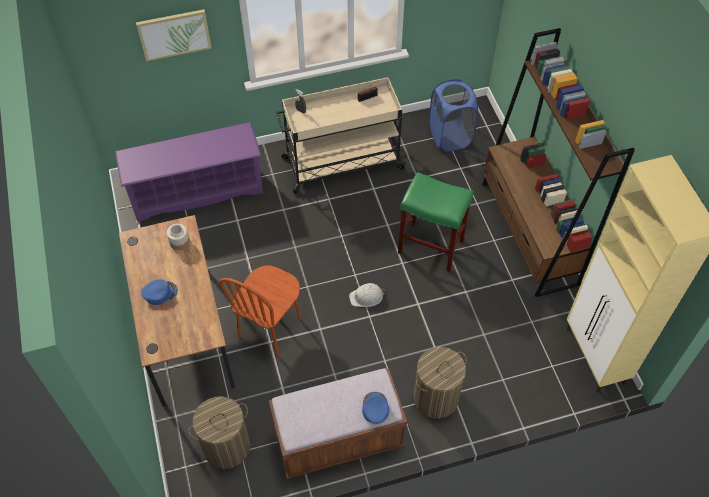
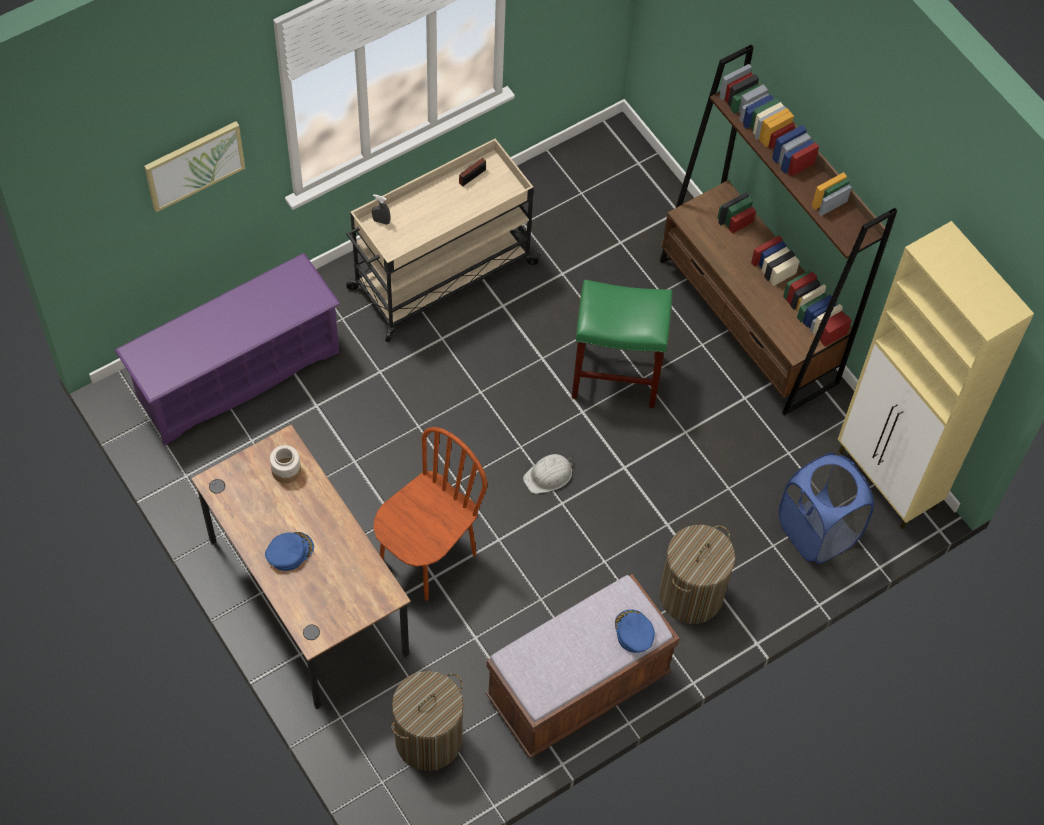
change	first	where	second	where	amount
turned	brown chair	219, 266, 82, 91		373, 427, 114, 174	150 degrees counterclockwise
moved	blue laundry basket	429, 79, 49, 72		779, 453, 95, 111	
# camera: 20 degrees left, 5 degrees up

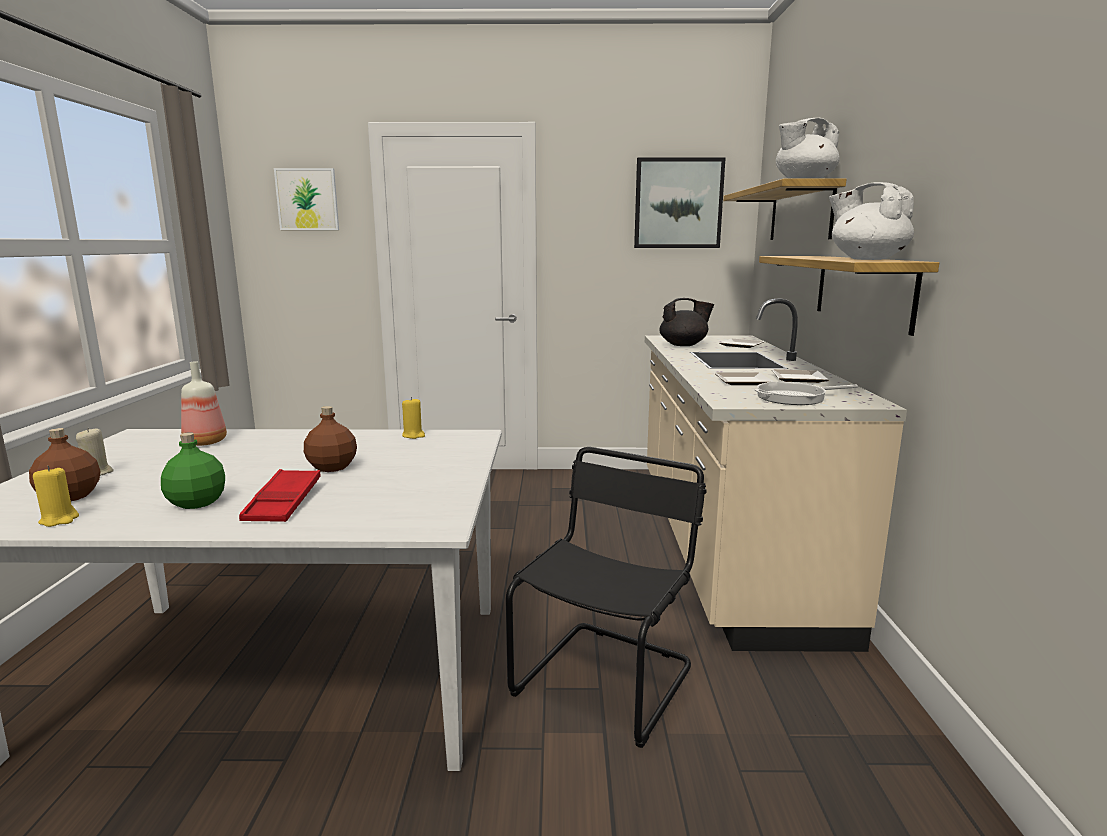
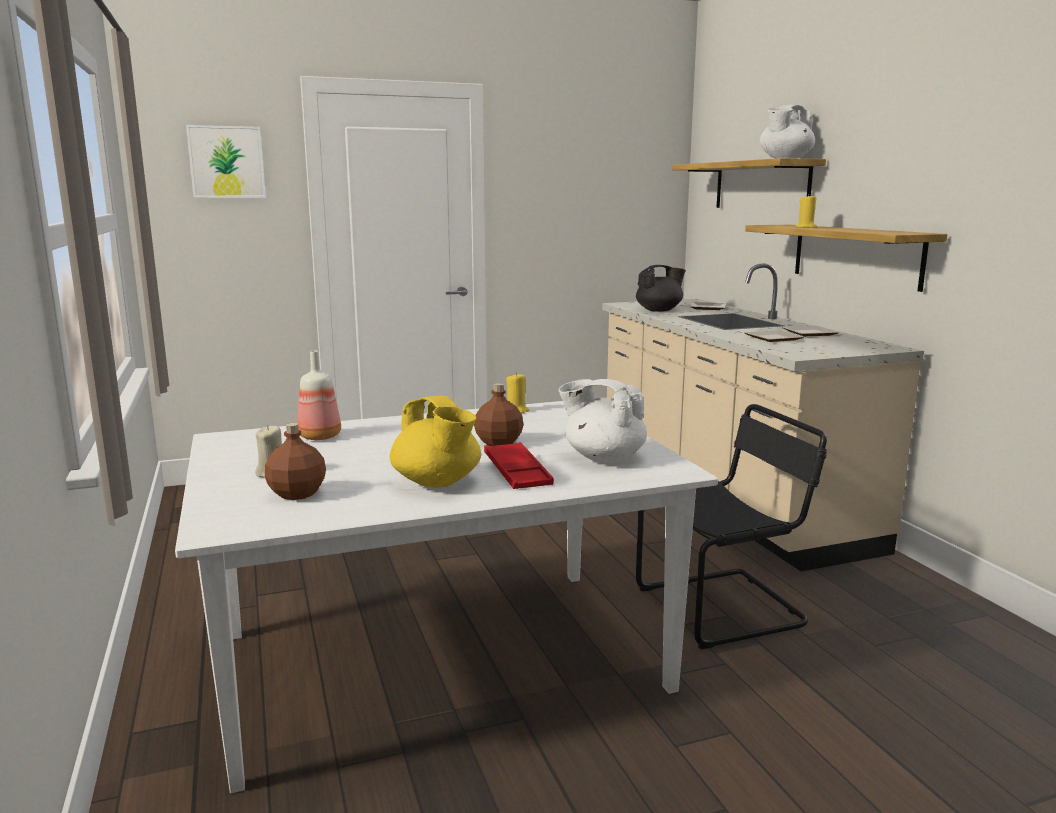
change	first	where	second	where	amount
replaced	green bottle	161, 432, 64, 77	yellow teapot	390, 395, 91, 92	
moved	white teapot	829, 182, 85, 78		558, 379, 89, 84	
turned	black chair	506, 447, 201, 301		636, 404, 191, 245	60 degrees clockwise
moved	yellow candle	33, 466, 46, 61		796, 195, 21, 33	
removed	picture	634, 157, 92, 91			
removed	frying pan	754, 382, 104, 23			
# camera: 20 degrees left, 0 degrees up

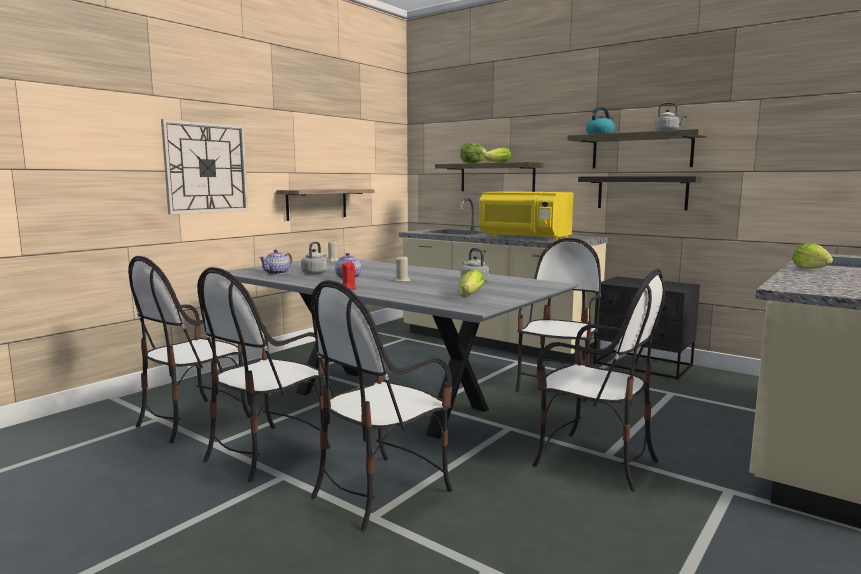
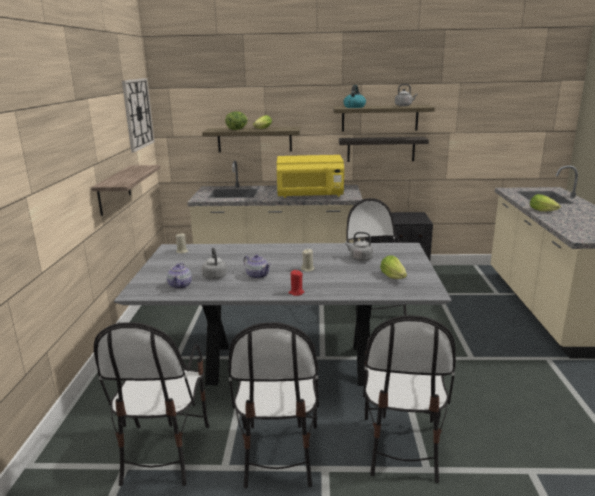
change	first	where	second	where	amount
moved	wall clock	161, 119, 87, 95		122, 78, 33, 74	
removed	chair	533, 269, 132, 222			
# camera: 35 degrees left, 10 degrees up

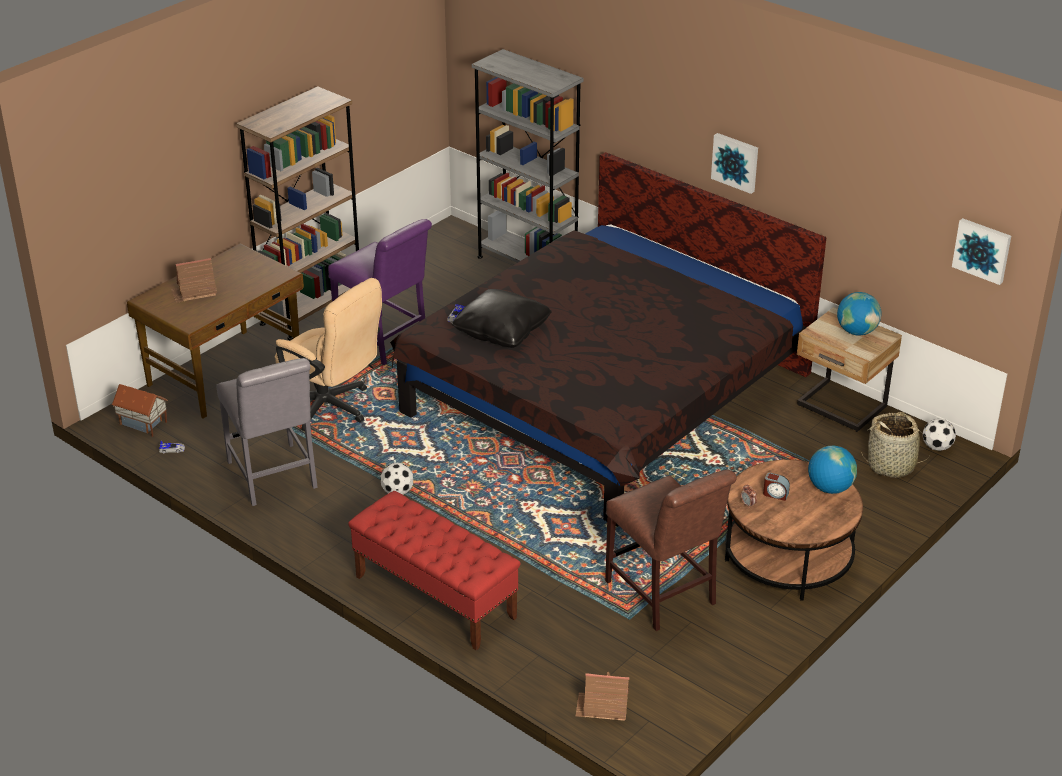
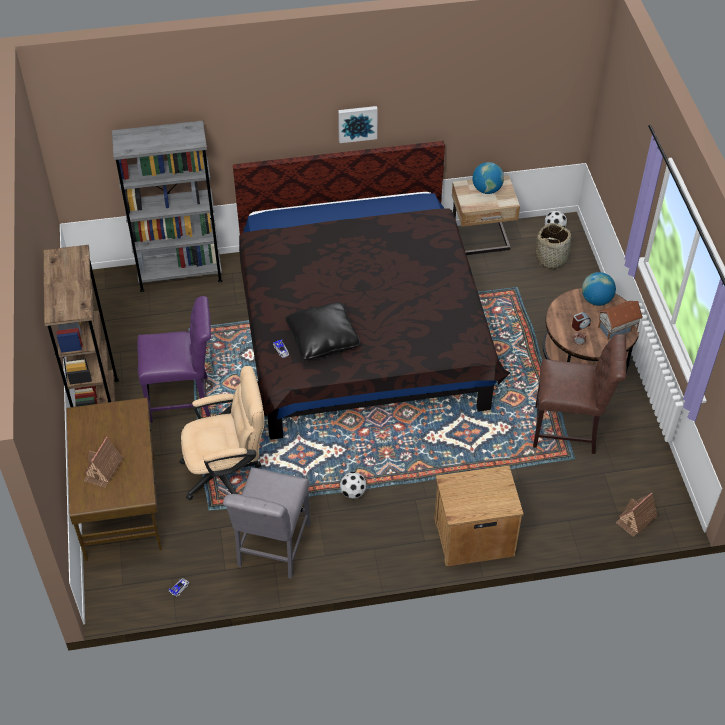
change	first	where	second	where	amount
turned	grey chair	216, 358, 102, 148		223, 467, 87, 112	90 degrees clockwise
replaced	red bench	348, 491, 172, 159	brown nightstand	434, 465, 90, 101	
moved	toy house	112, 384, 56, 53		598, 301, 45, 39	
removed	picture	952, 218, 59, 67			
# camera: 50 degrees left, 15 degrees up

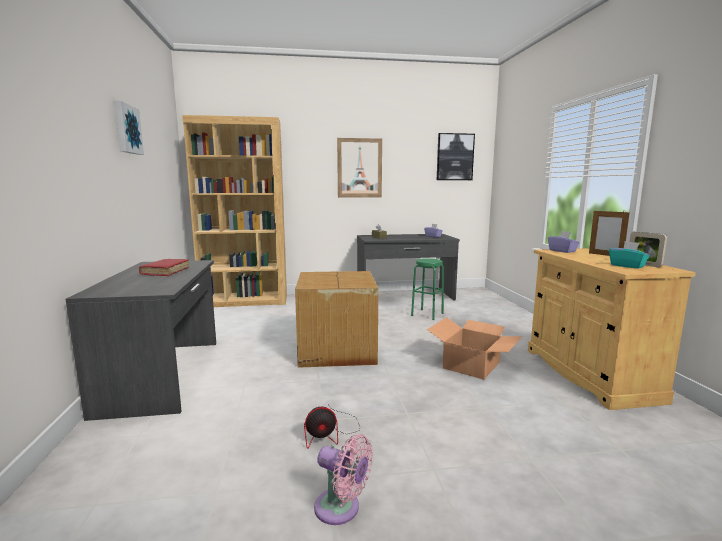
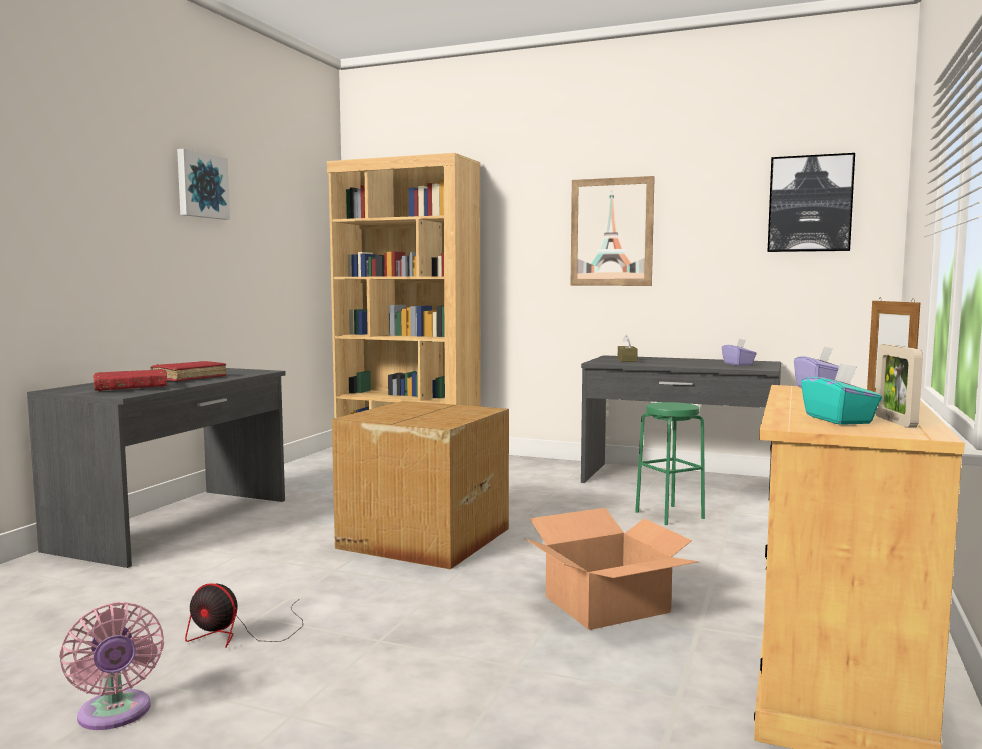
change	first	where	second	where	amount
added			red book	93, 369, 75, 22	
# camera: 30 degrees right, 5 degrees down

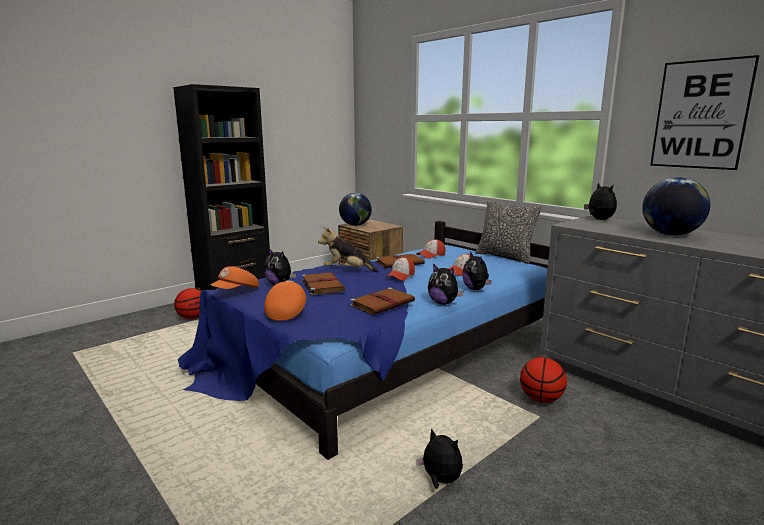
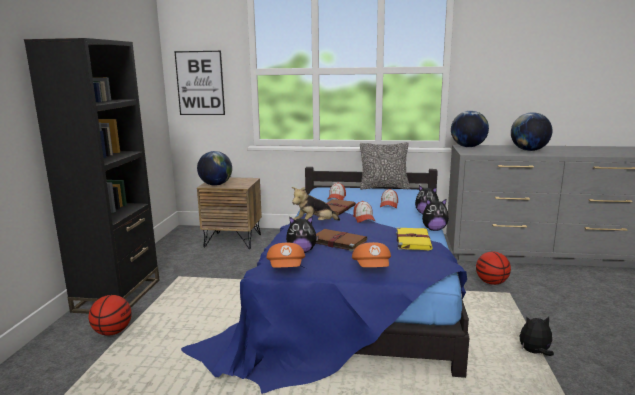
change	first	where	second	where	amount
moved	picture	650, 55, 110, 115		174, 51, 51, 64	
turned	orange cap	264, 280, 42, 41		352, 242, 39, 25	150 degrees counterclockwise
recoloured	brown book	350, 287, 65, 28	yellow book	396, 227, 37, 23	
replaced	plush toy	584, 183, 33, 37	globe	451, 111, 38, 36	
# camera: 40 degrees left, 0 degrees up

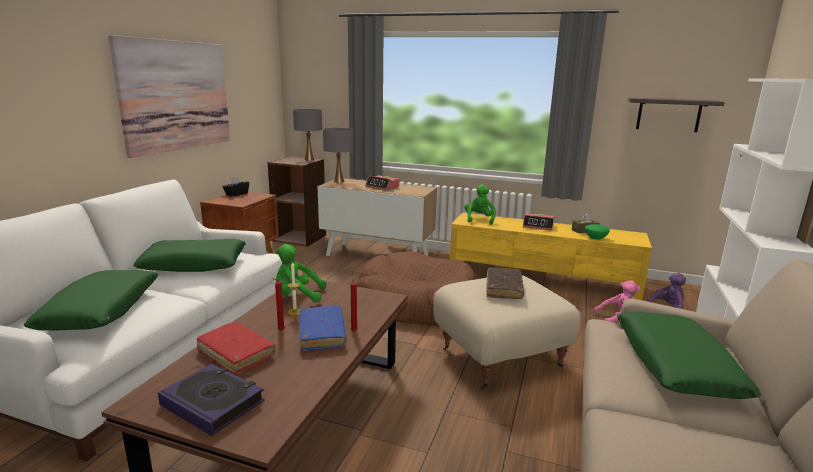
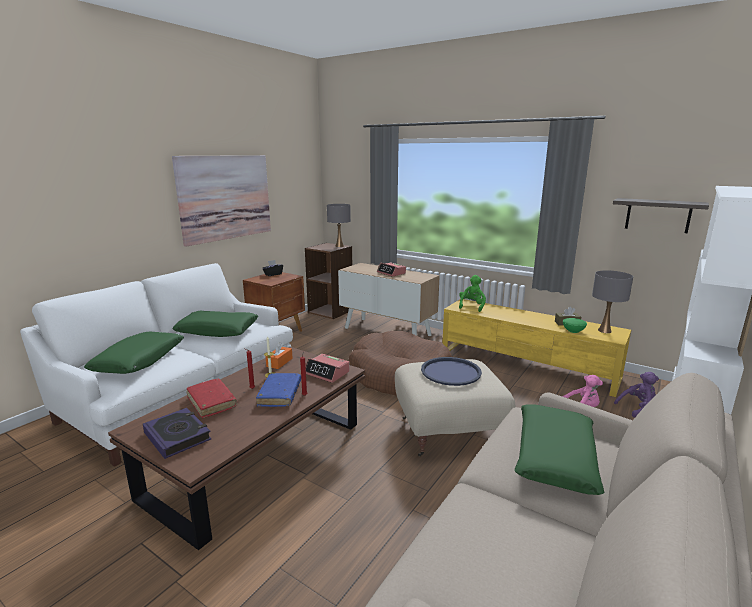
change	first	where	second	where	amount
replaced	green plush toy	275, 244, 51, 58	orange tissue box	266, 342, 27, 27	
moved	alarm clock	523, 213, 31, 18		306, 354, 44, 29	
replaced	brown book	486, 268, 38, 31	blue tray	421, 357, 61, 29	
moved	grey table lamp	323, 128, 30, 55		592, 270, 41, 63	
# camera: 15 degrees right, 0 degrees up

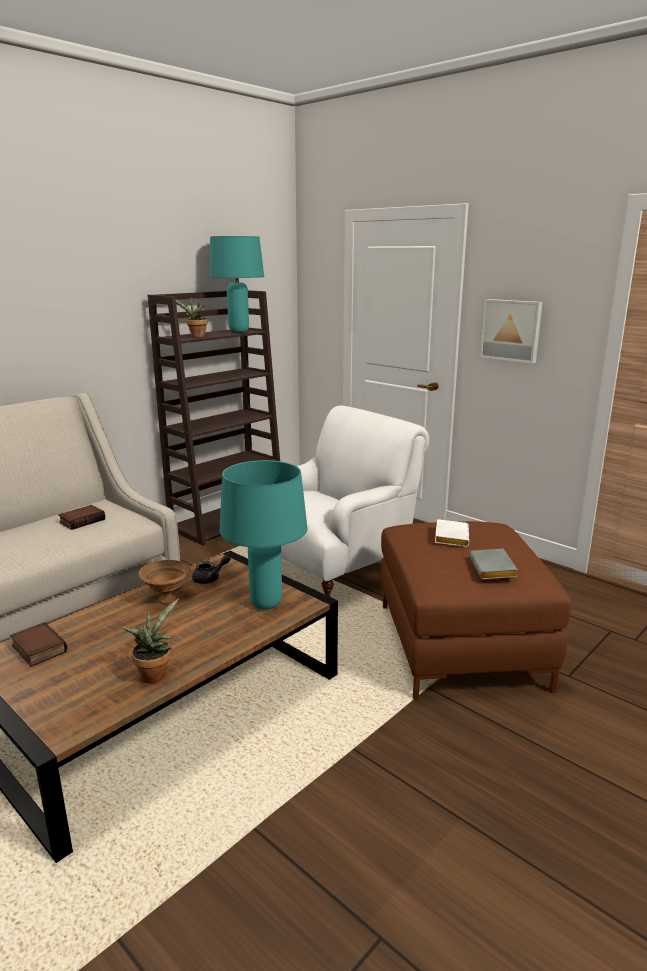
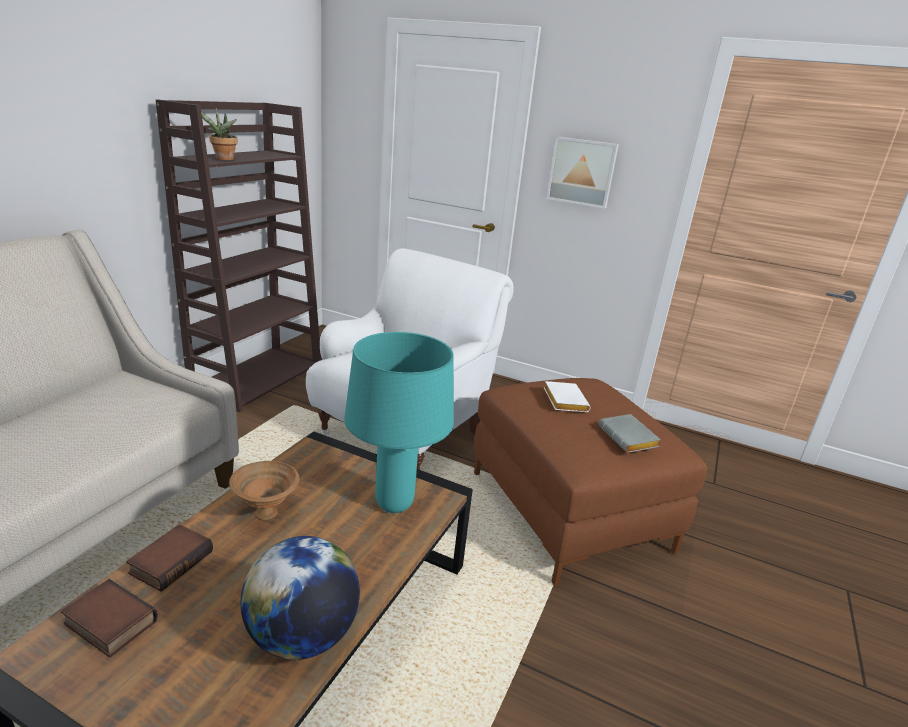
change	first	where	second	where	amount
moved	book	58, 505, 47, 25		126, 524, 87, 68	
replaced	potted plant	120, 598, 59, 86	globe	241, 536, 119, 124	
removed	grey teapot	192, 555, 39, 29			
removed	turquoise table lamp	209, 236, 55, 96			
# camera: 20 degrees left, 5 degrees up

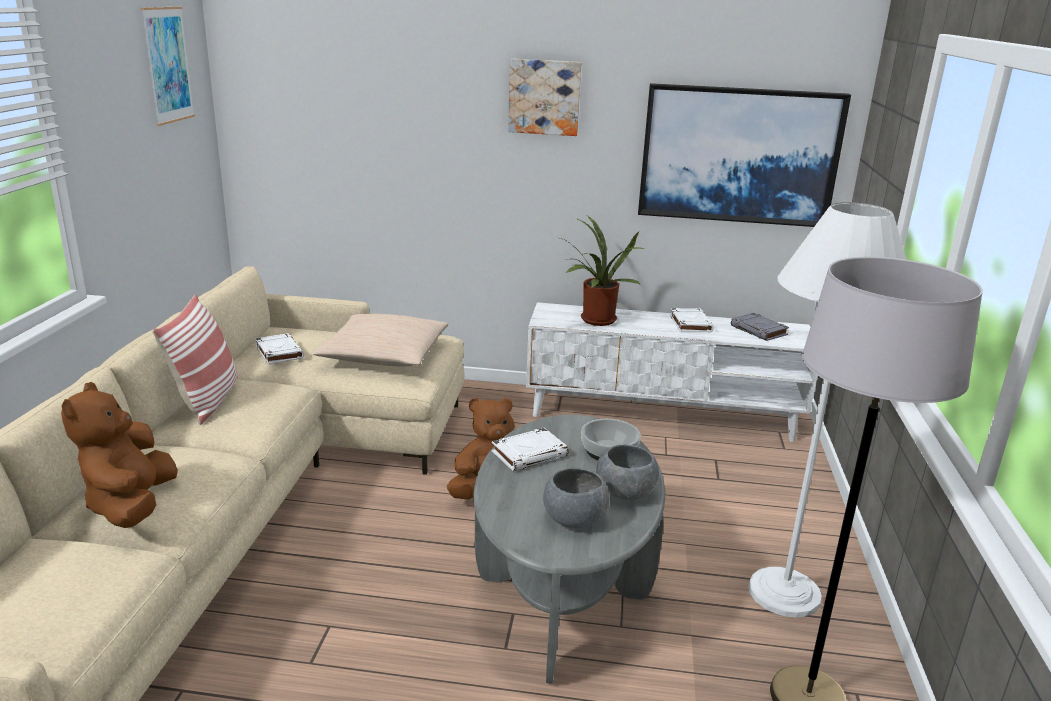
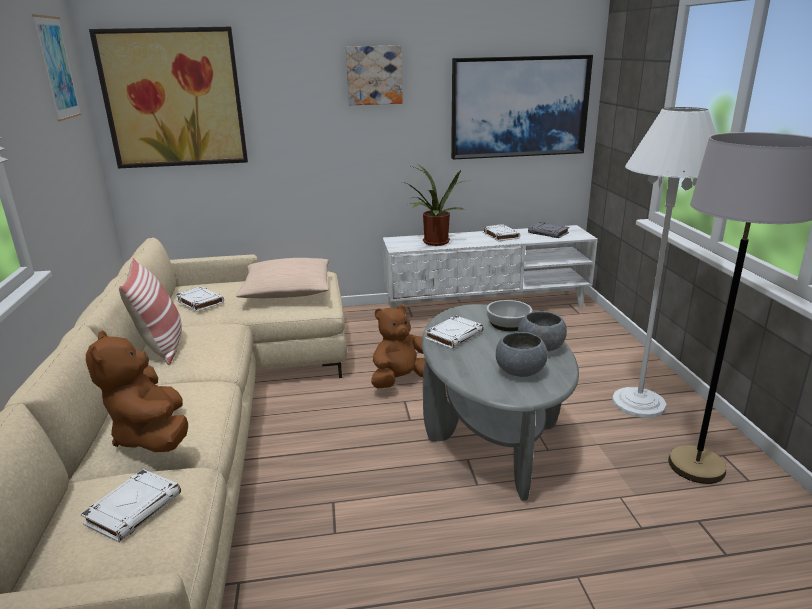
change	first	where	second	where	amount
added			white book	80, 469, 101, 73	
added			picture	89, 27, 159, 141	
# camera: 15 degrees left, 0 degrees up

